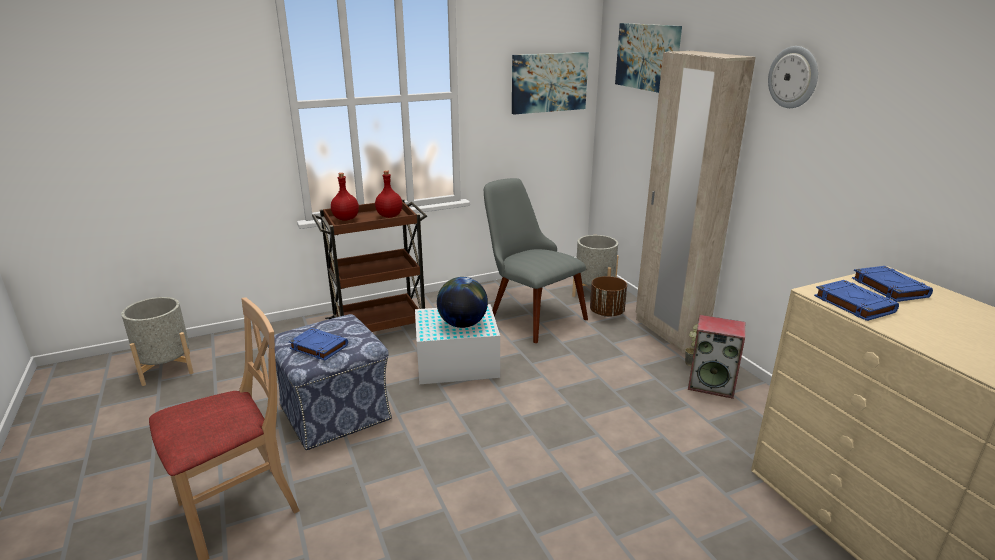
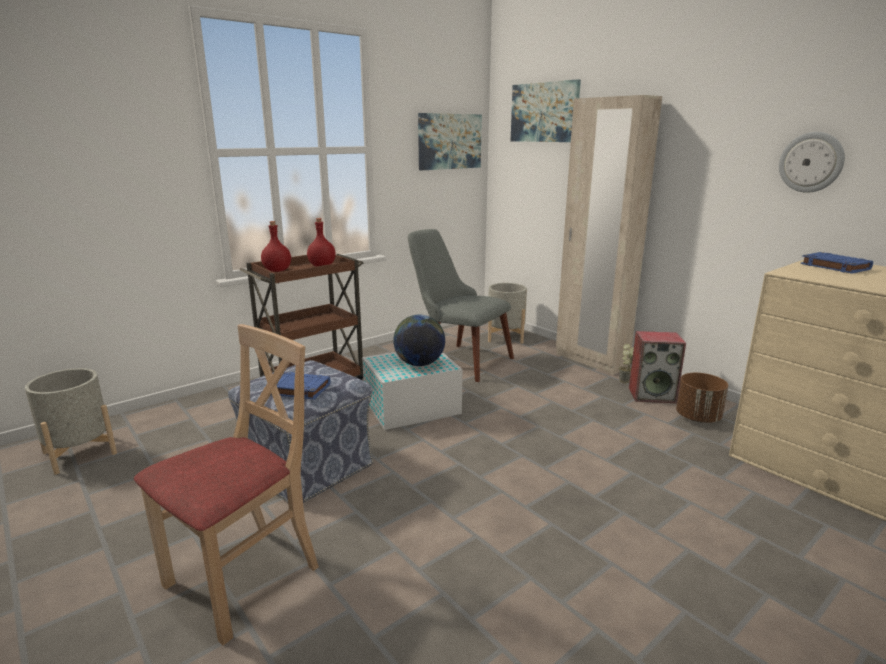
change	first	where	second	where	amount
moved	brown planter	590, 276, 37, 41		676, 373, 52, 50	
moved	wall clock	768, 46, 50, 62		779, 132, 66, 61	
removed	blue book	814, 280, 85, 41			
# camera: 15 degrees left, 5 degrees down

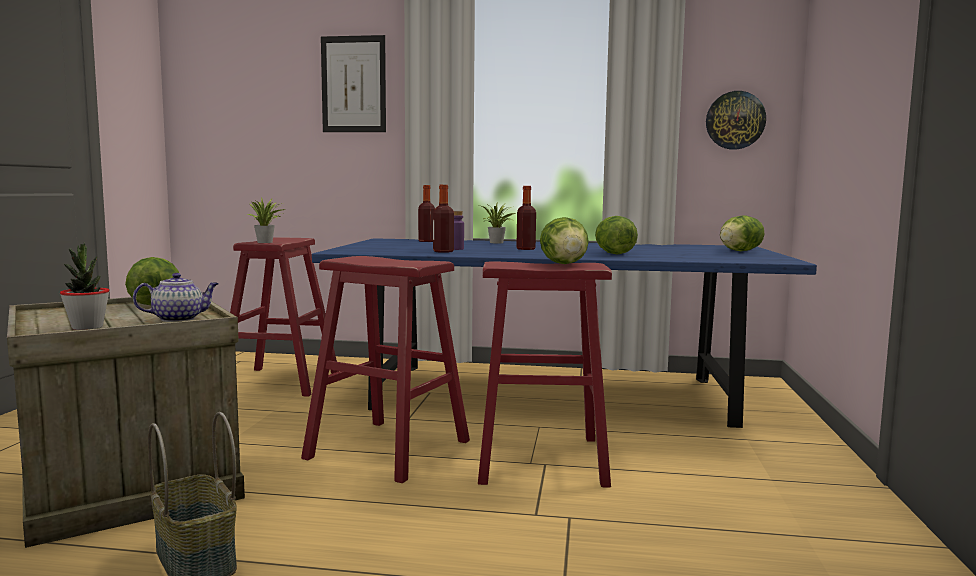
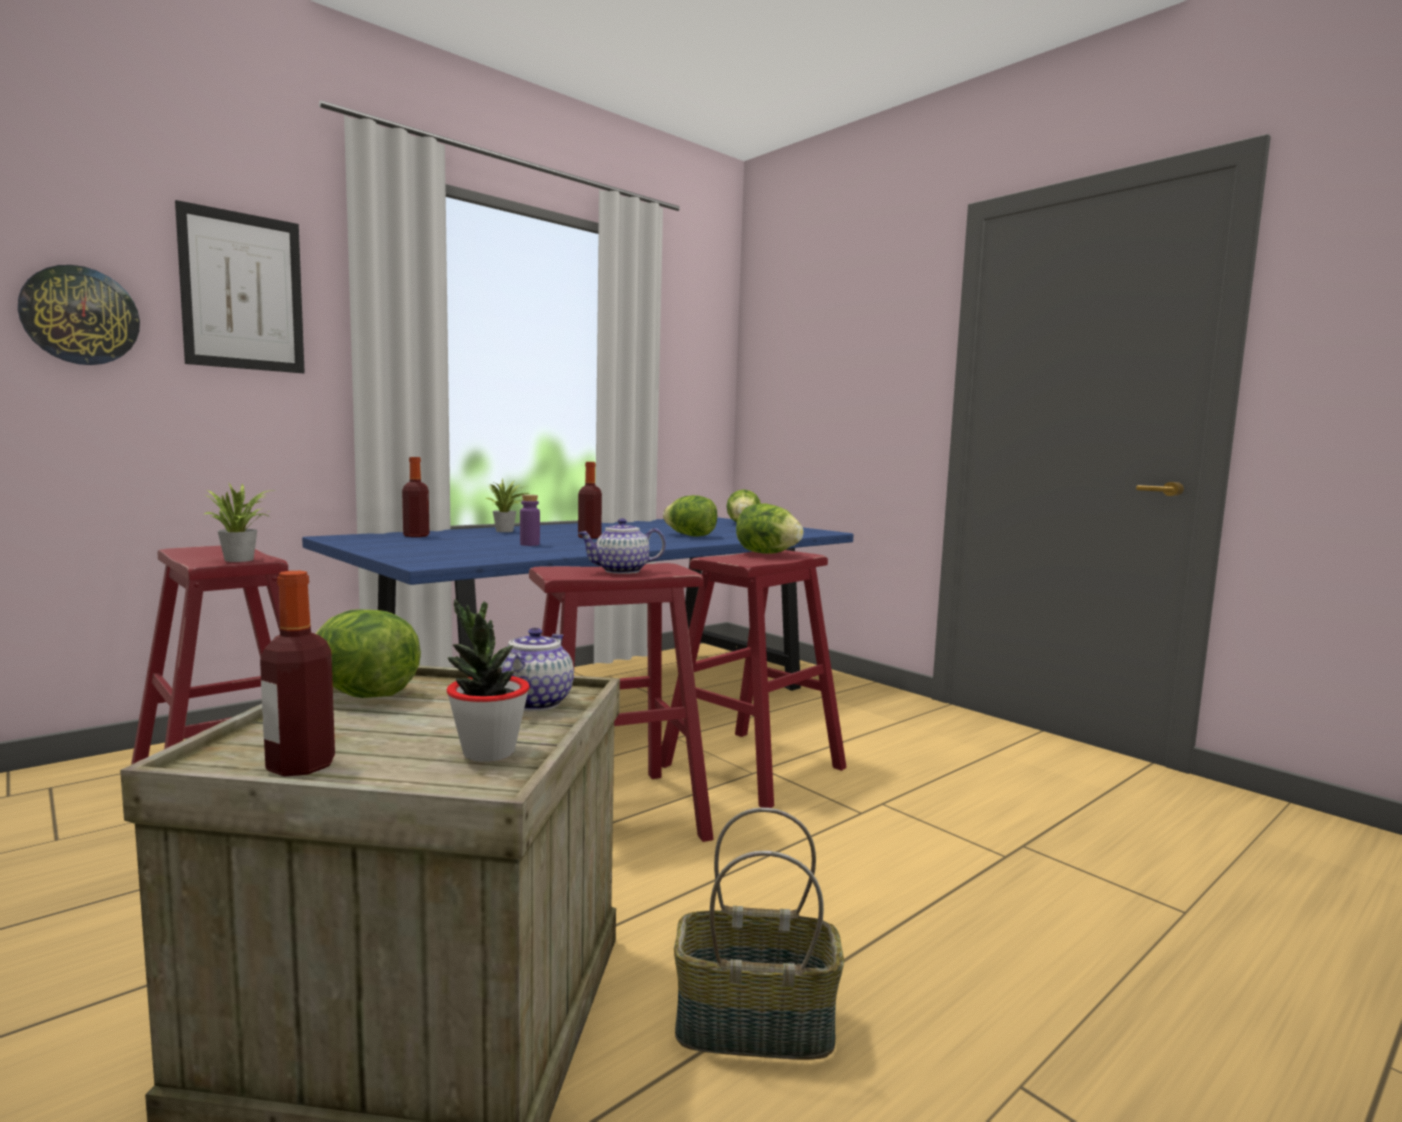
change	first	where	second	where	amount
moved	wall clock	706, 91, 60, 59		18, 265, 122, 100	
moved	bottle	433, 185, 21, 68		260, 571, 75, 205	
added			teapot	578, 518, 88, 56	
# camera: 50 degrees left, 0 degrees up

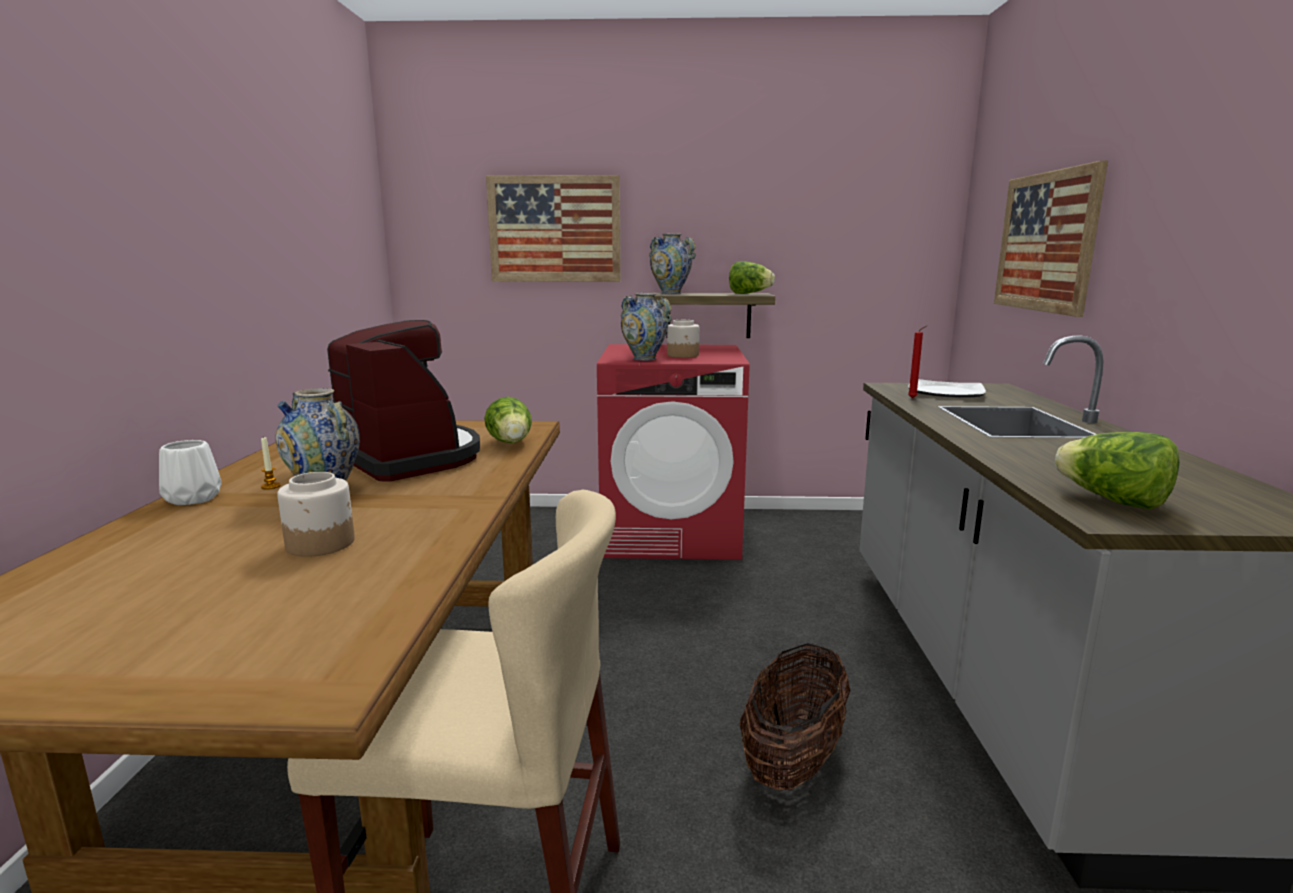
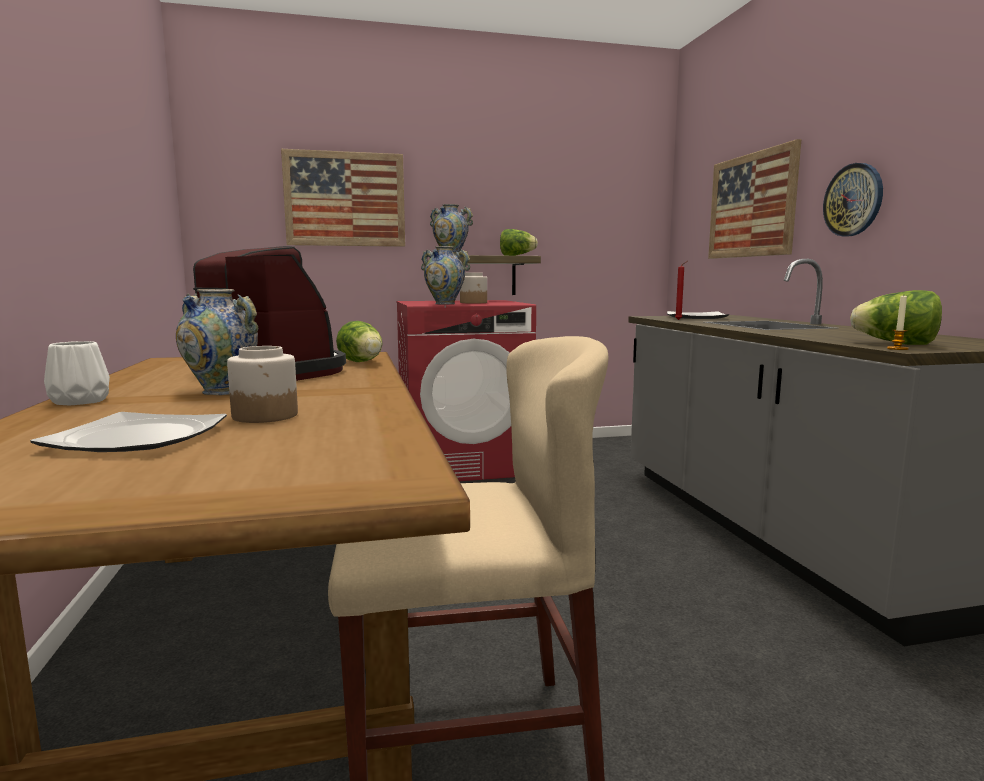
change	first	where	second	where	amount
added			plate	30, 412, 197, 40	
added			wall clock	823, 163, 60, 74	
moved	candle	261, 436, 20, 53		887, 296, 22, 54	
removed	basket	739, 643, 112, 147			
# camera: 15 degrees left, 5 degrees down

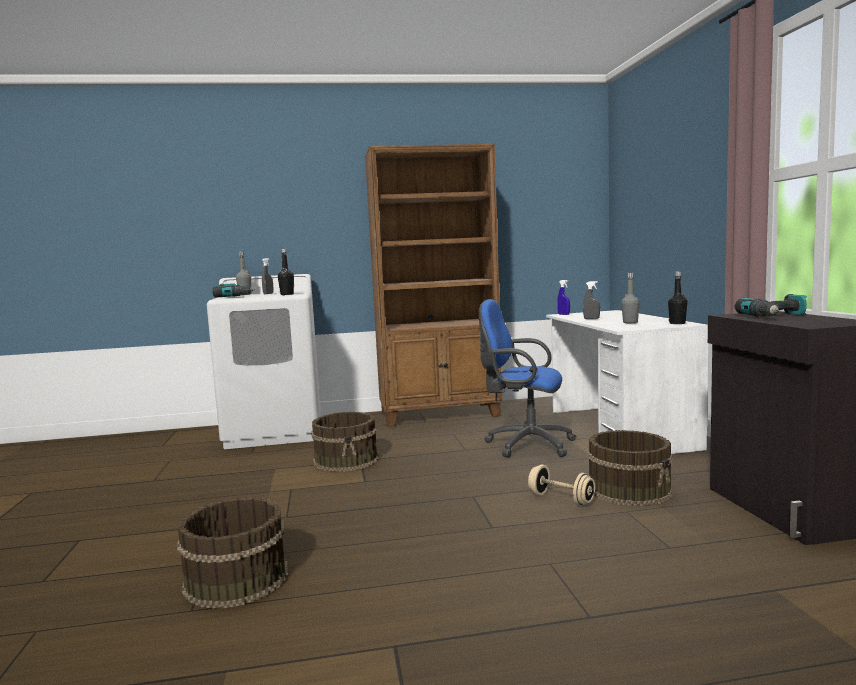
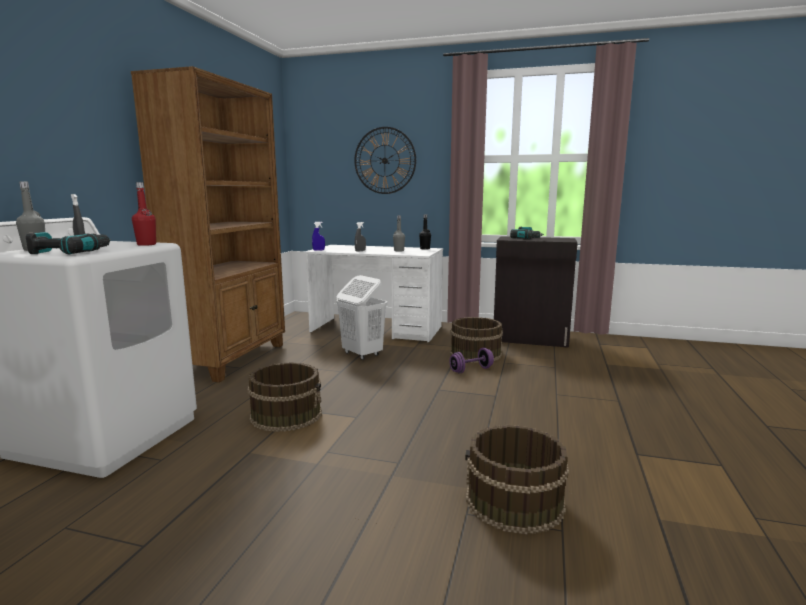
change	first	where	second	where	amount
recoloured	black bottle	278, 248, 16, 47	red bottle	132, 182, 24, 64	
replaced	blue office chair	479, 299, 97, 159	white laundry basket	336, 275, 51, 85	
added			wall clock	354, 127, 62, 67	
recoloured	beige dumbbell	528, 465, 67, 40	purple dumbbell	450, 348, 44, 25	
# camera: 65 degrees left, 5 degrees up

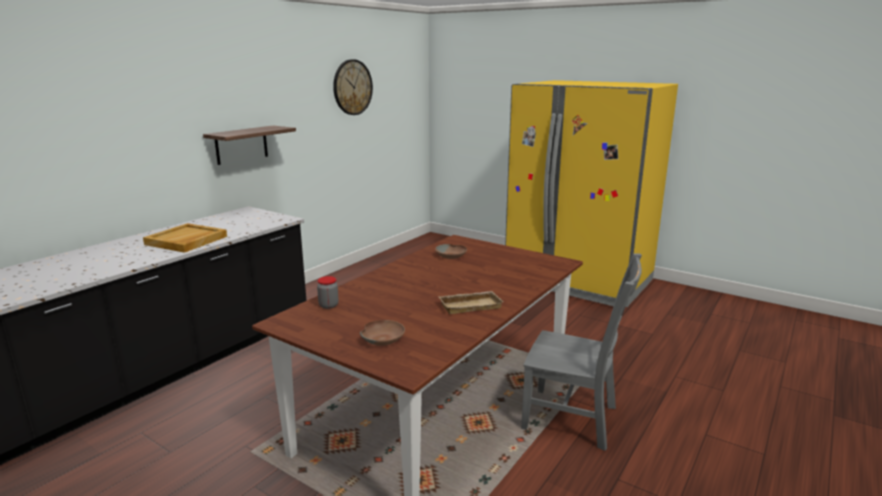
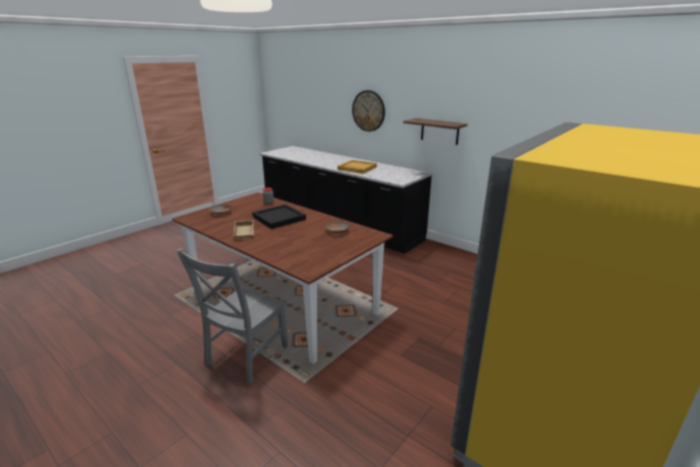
change	first	where	second	where	amount
added			black tray	252, 204, 54, 25	
moved	wall clock	333, 59, 40, 56		352, 90, 33, 42	
# camera: 95 degrees right, 5 degrees up

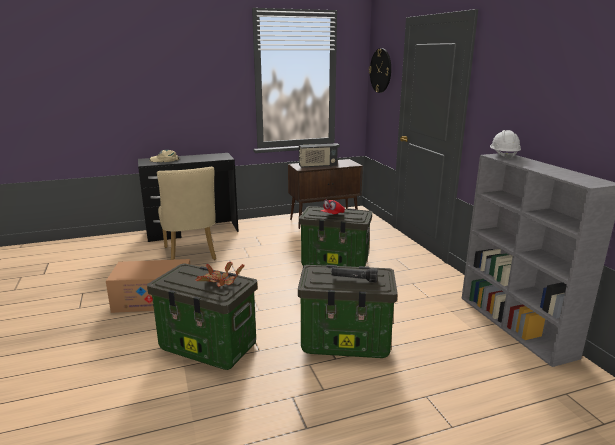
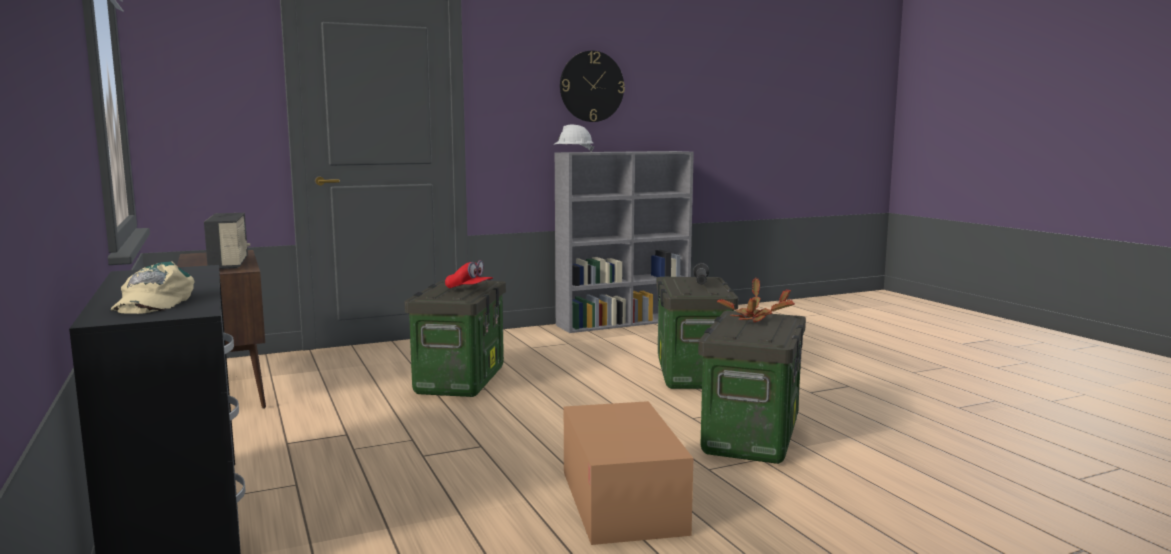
change	first	where	second	where	amount
moved	wall clock	369, 48, 22, 45		560, 51, 65, 71	
removed	beige chair	157, 167, 59, 93			
# camera: 95 degrees left, 10 degrees down

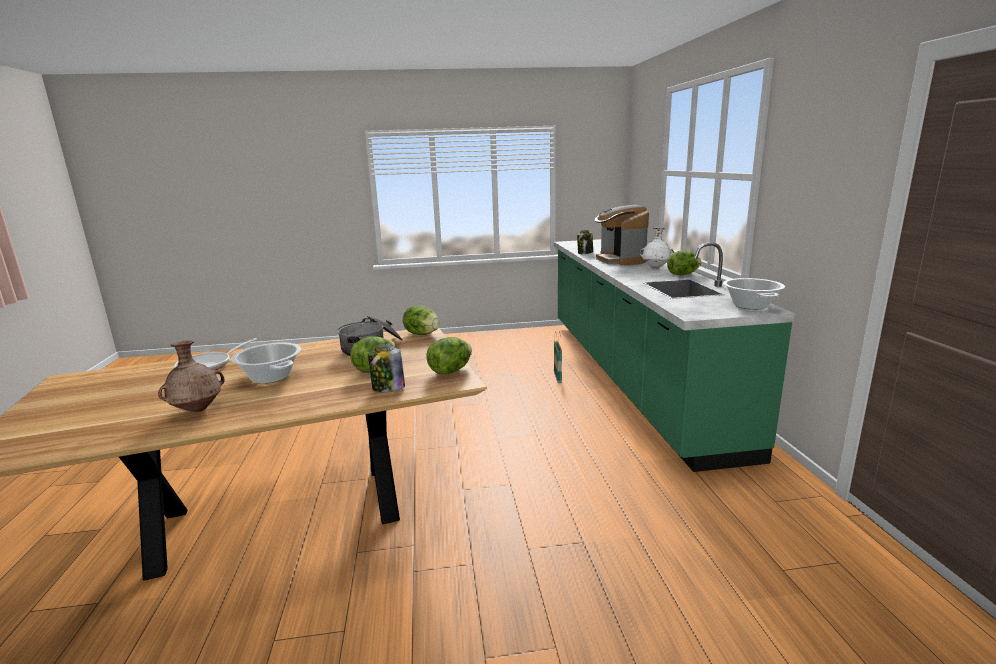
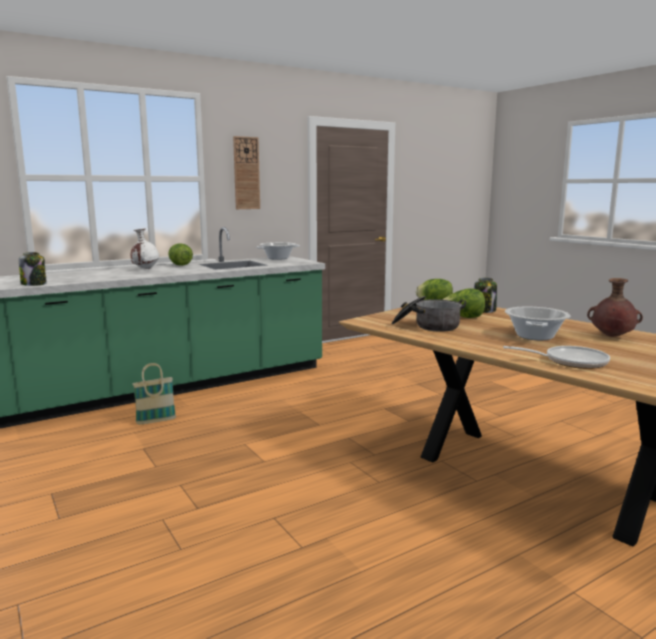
change	first	where	second	where	amount
added			wall clock	233, 136, 27, 73	
removed	lettuce	403, 305, 37, 30			
removed	coffee machine	595, 205, 54, 60			
# camera: 115 degrees left, 5 degrees down

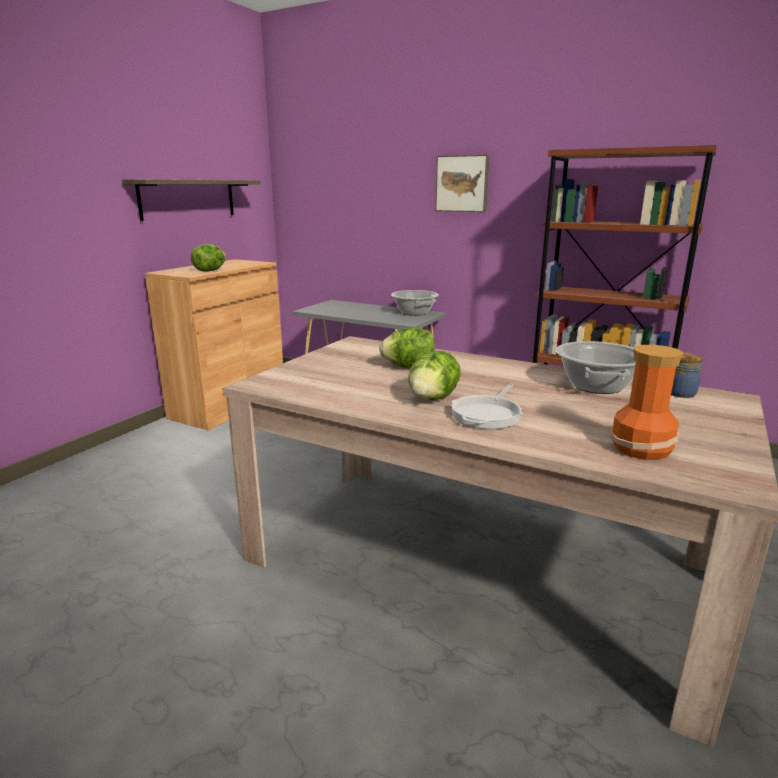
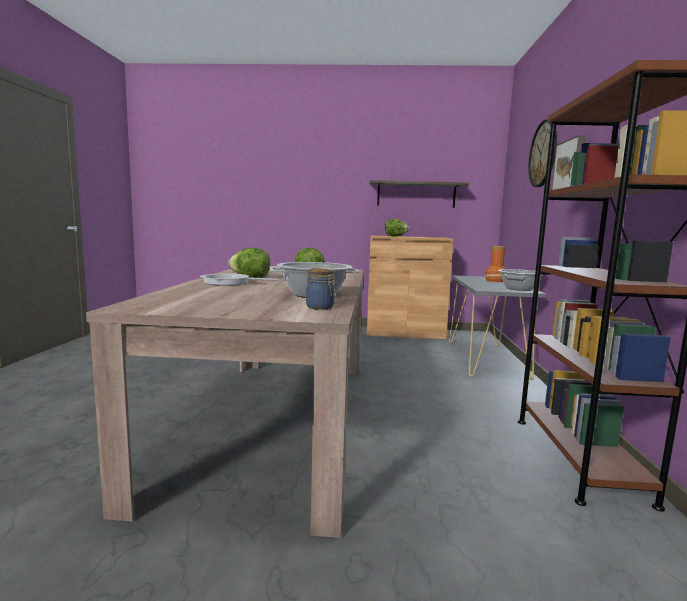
change	first	where	second	where	amount
moved	vase	610, 345, 73, 115		485, 246, 21, 36	
added			wall clock	528, 120, 29, 67	
# camera: 65 degrees right, 10 degrees down

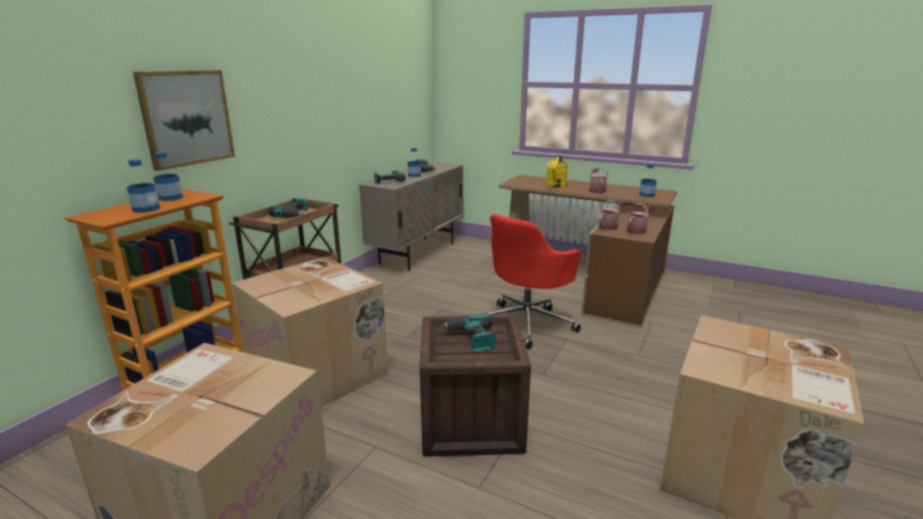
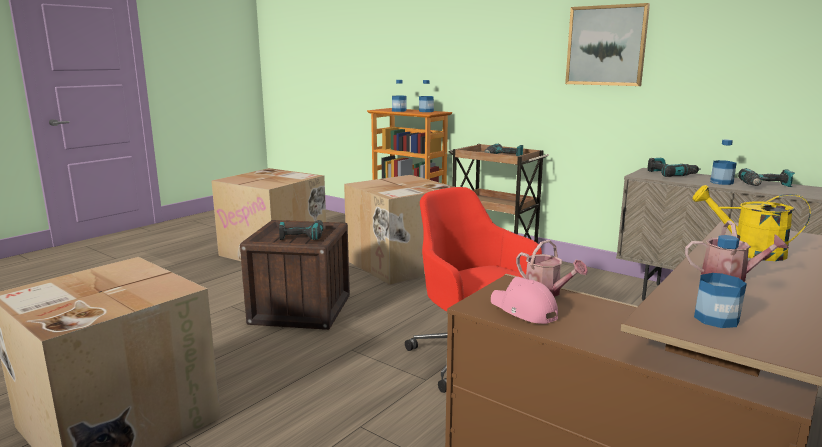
change	first	where	second	where	amount
replaced	watering can	627, 203, 26, 31	pink cap	491, 277, 67, 47	
moved	picture	133, 70, 102, 101		565, 3, 85, 83	
# camera: 100 degrees right, 5 degrees down

